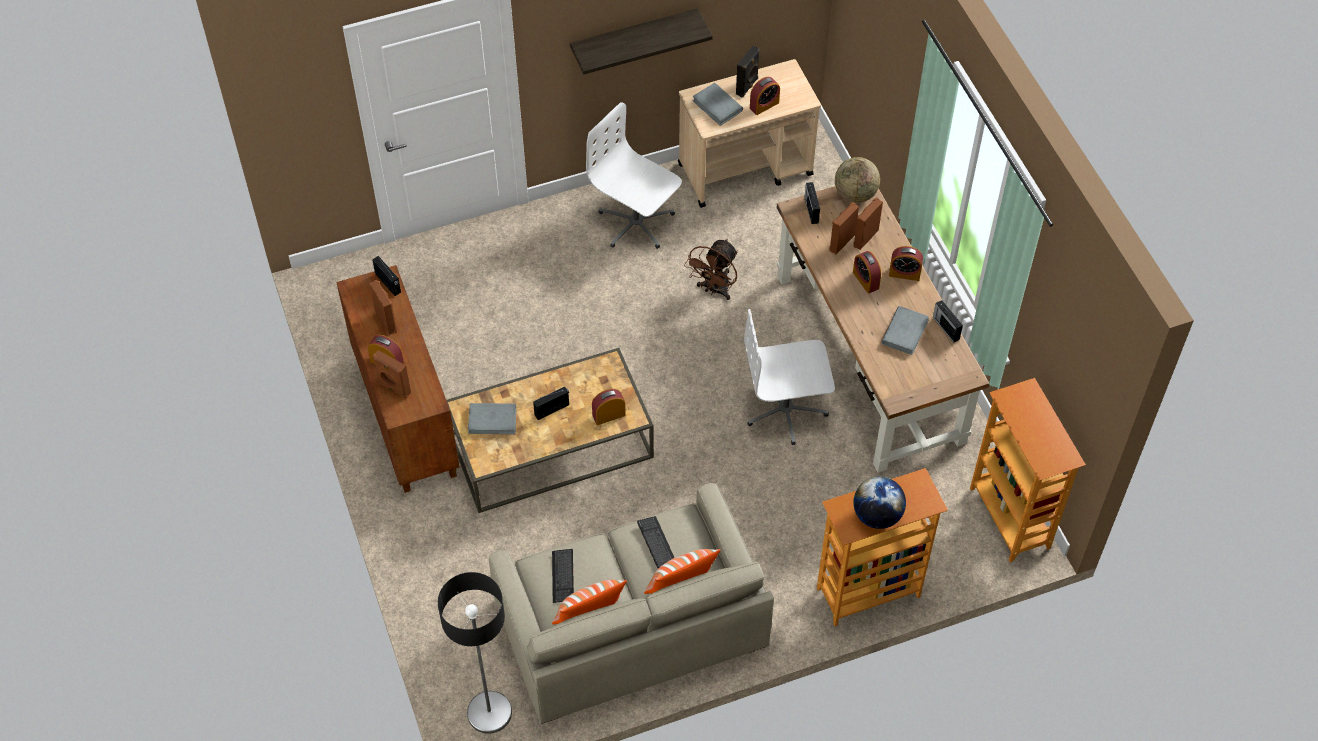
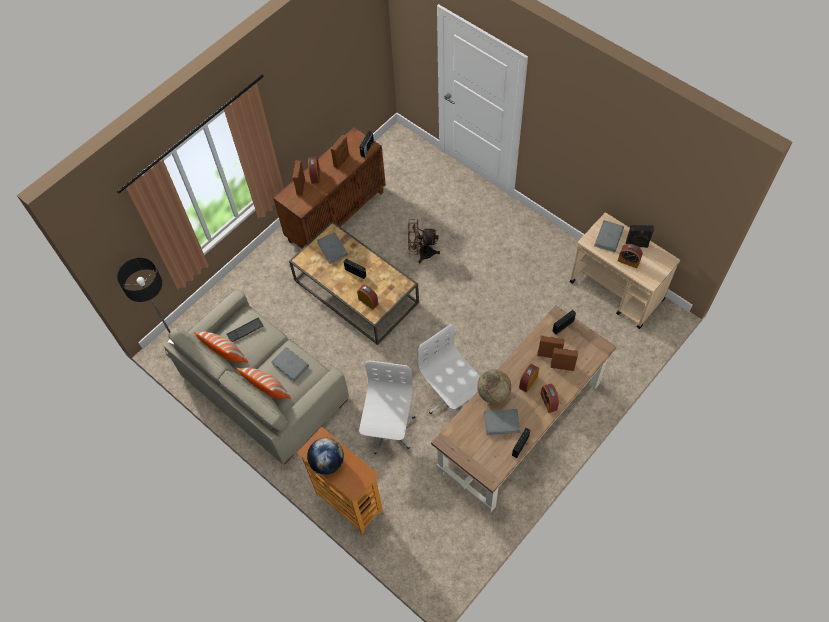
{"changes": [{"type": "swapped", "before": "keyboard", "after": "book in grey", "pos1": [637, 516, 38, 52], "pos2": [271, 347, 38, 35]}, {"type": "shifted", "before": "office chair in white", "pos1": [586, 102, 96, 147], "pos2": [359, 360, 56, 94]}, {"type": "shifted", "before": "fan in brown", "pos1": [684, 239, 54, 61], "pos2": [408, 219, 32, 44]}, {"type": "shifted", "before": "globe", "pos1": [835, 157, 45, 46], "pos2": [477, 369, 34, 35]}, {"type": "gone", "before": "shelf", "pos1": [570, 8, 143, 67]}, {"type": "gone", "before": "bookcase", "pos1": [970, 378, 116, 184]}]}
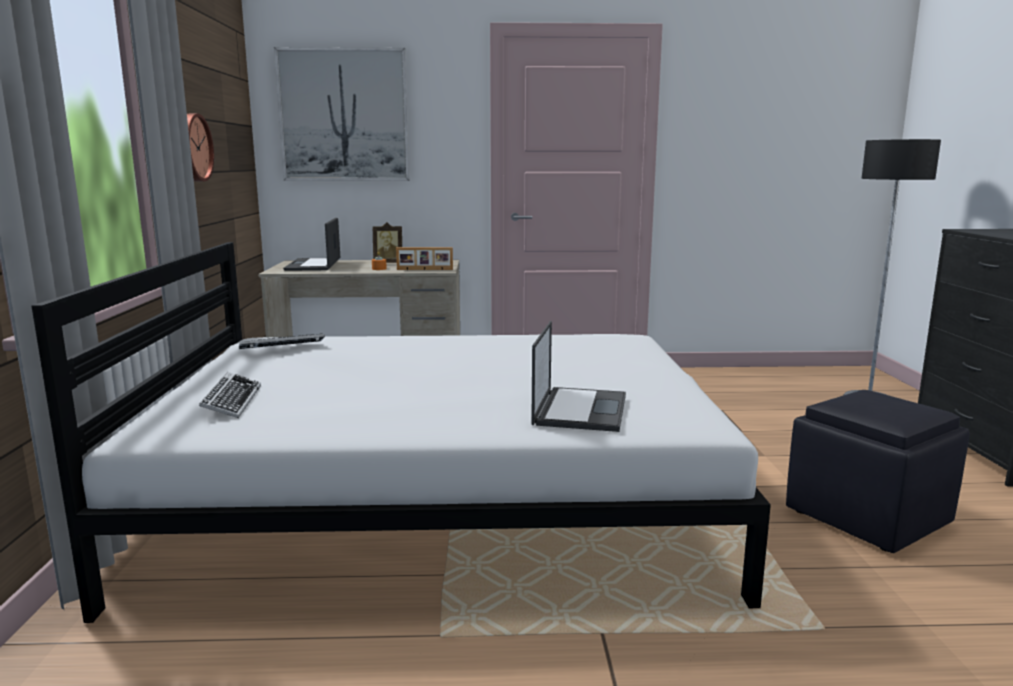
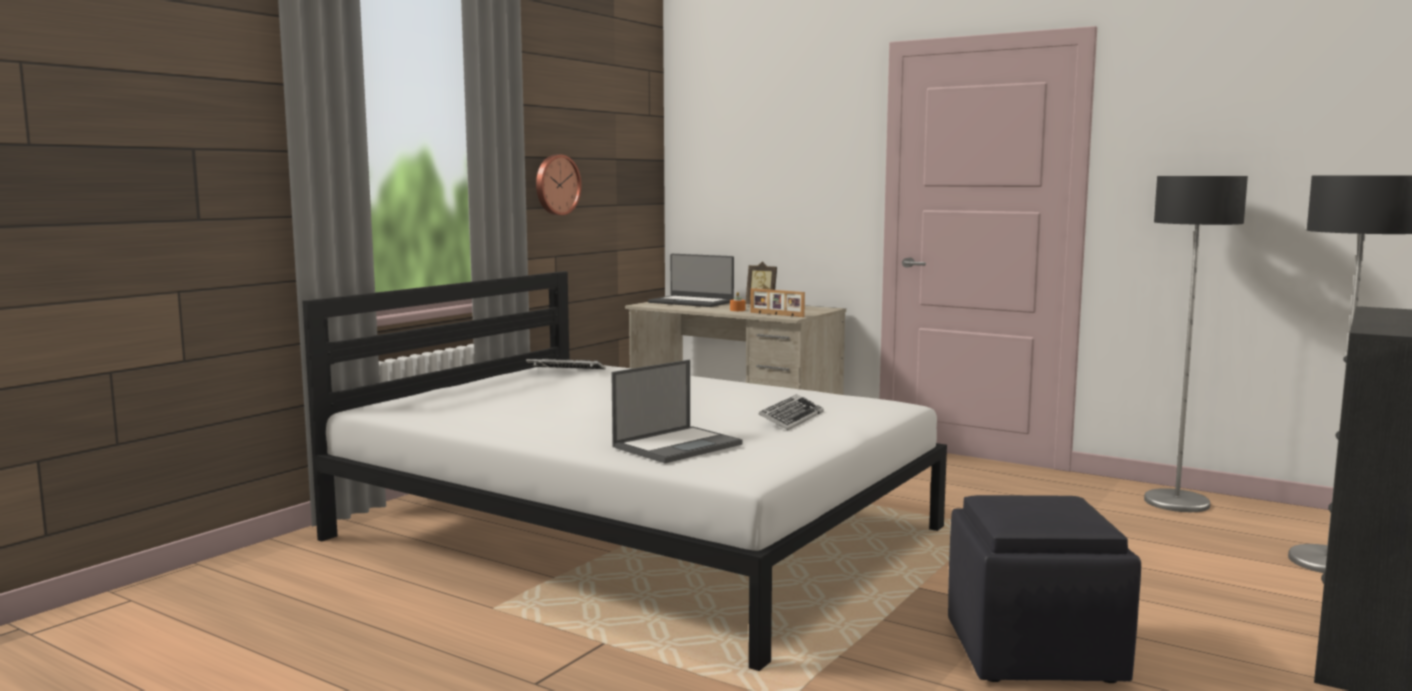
{"changes": [{"type": "rotated", "before": "laptop", "pos1": [283, 218, 57, 53], "pos2": [648, 254, 86, 53], "turn": -90}, {"type": "shifted", "before": "keyboard", "pos1": [199, 372, 62, 46], "pos2": [759, 394, 65, 36]}, {"type": "new", "after": "floor lamp", "pos2": [1144, 176, 104, 336]}, {"type": "gone", "before": "picture", "pos1": [274, 47, 136, 134]}]}
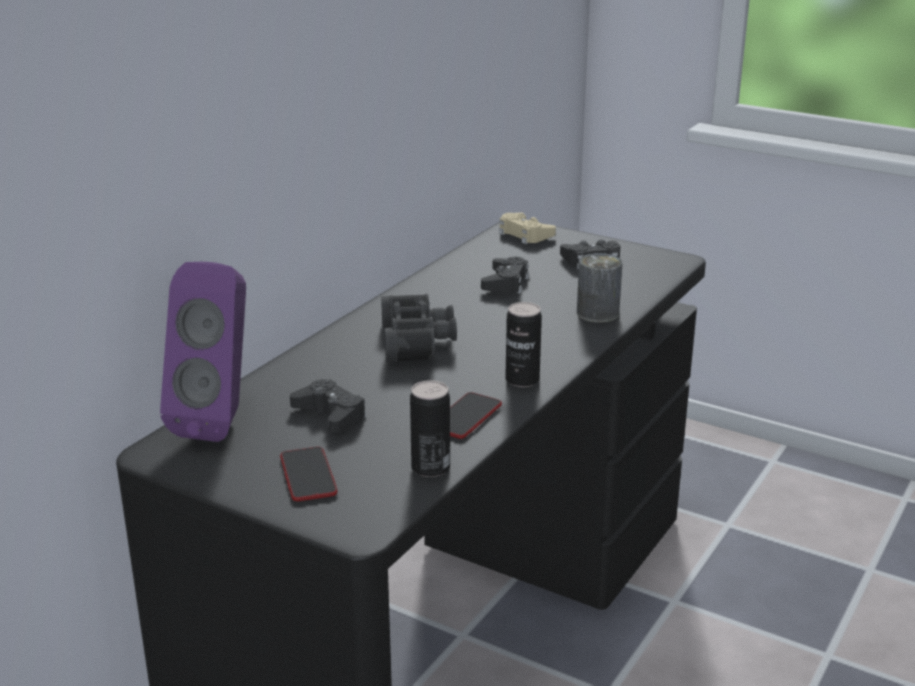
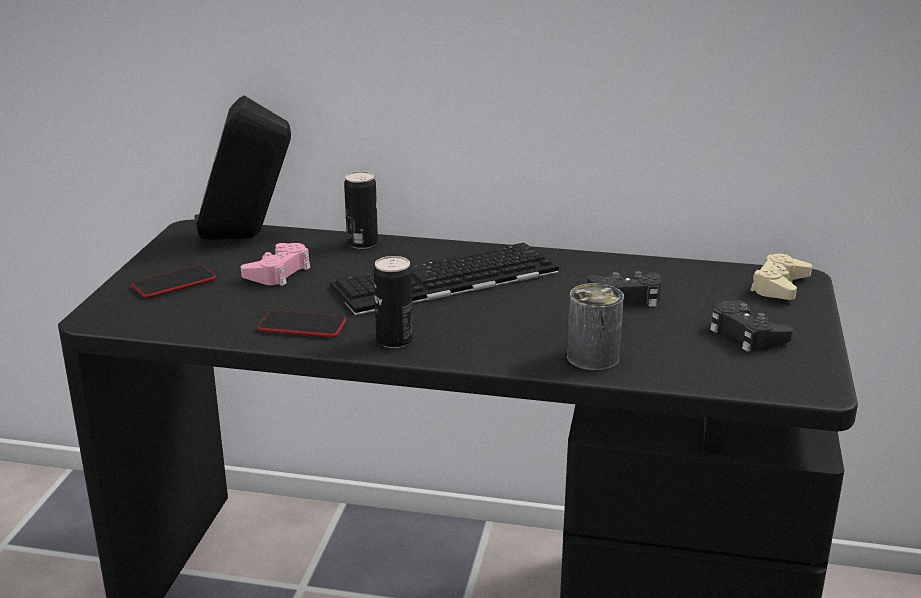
{"changes": [{"type": "repainted", "before": "speaker in purple", "after": "speaker in black", "pos1": [160, 262, 86, 180], "pos2": [194, 95, 97, 145]}, {"type": "repainted", "before": "game controller in black", "after": "game controller in pink", "pos1": [290, 379, 76, 53], "pos2": [241, 243, 70, 43]}, {"type": "swapped", "before": "binoculars in black", "after": "keyboard", "pos1": [381, 294, 76, 69], "pos2": [330, 243, 229, 72]}, {"type": "shifted", "before": "can", "pos1": [410, 380, 40, 97], "pos2": [344, 171, 34, 78]}]}
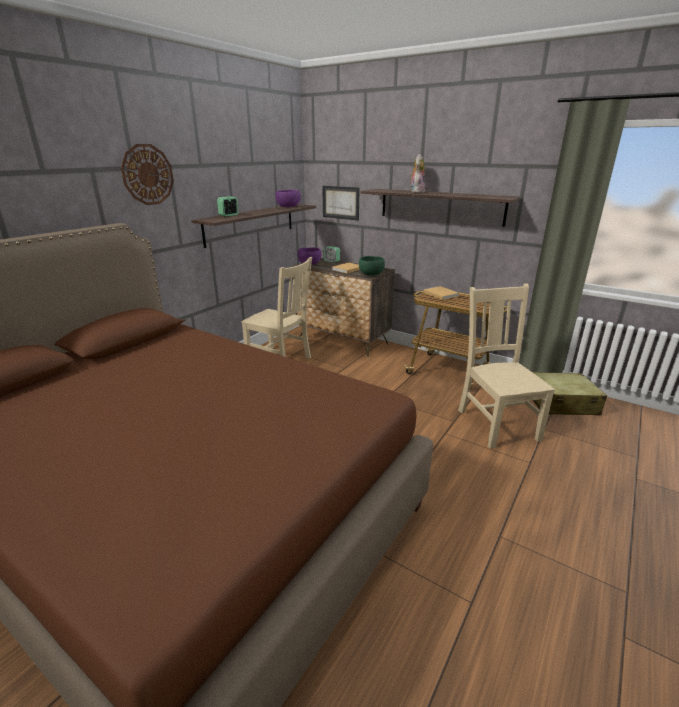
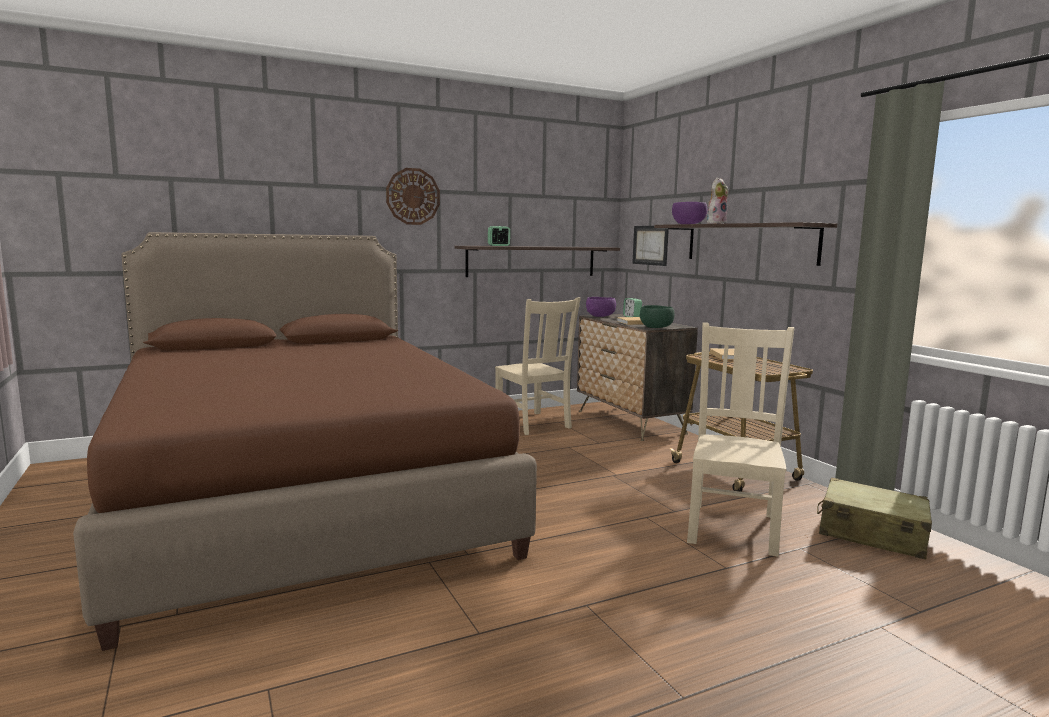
{"changes": [{"type": "shifted", "before": "bowl in purple", "pos1": [275, 190, 26, 17], "pos2": [672, 202, 35, 22]}]}
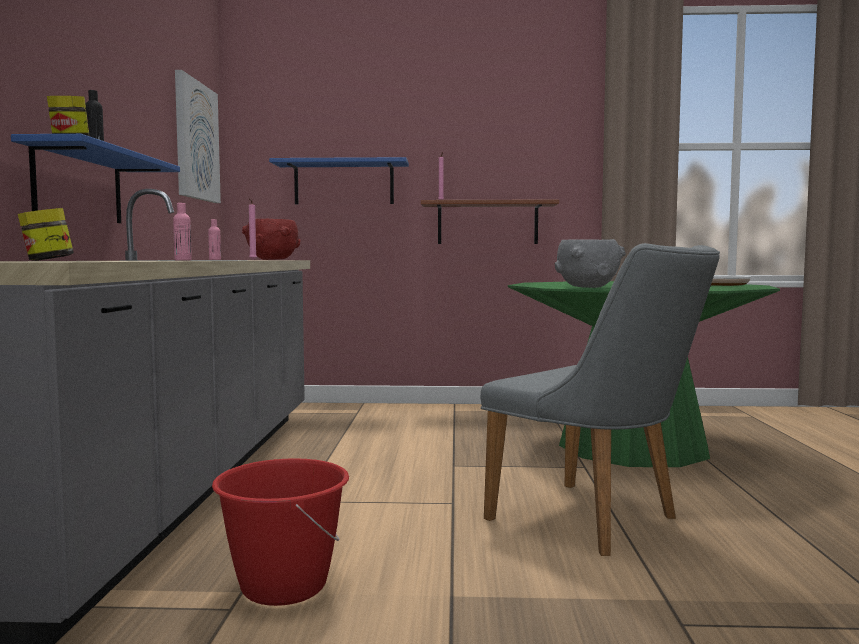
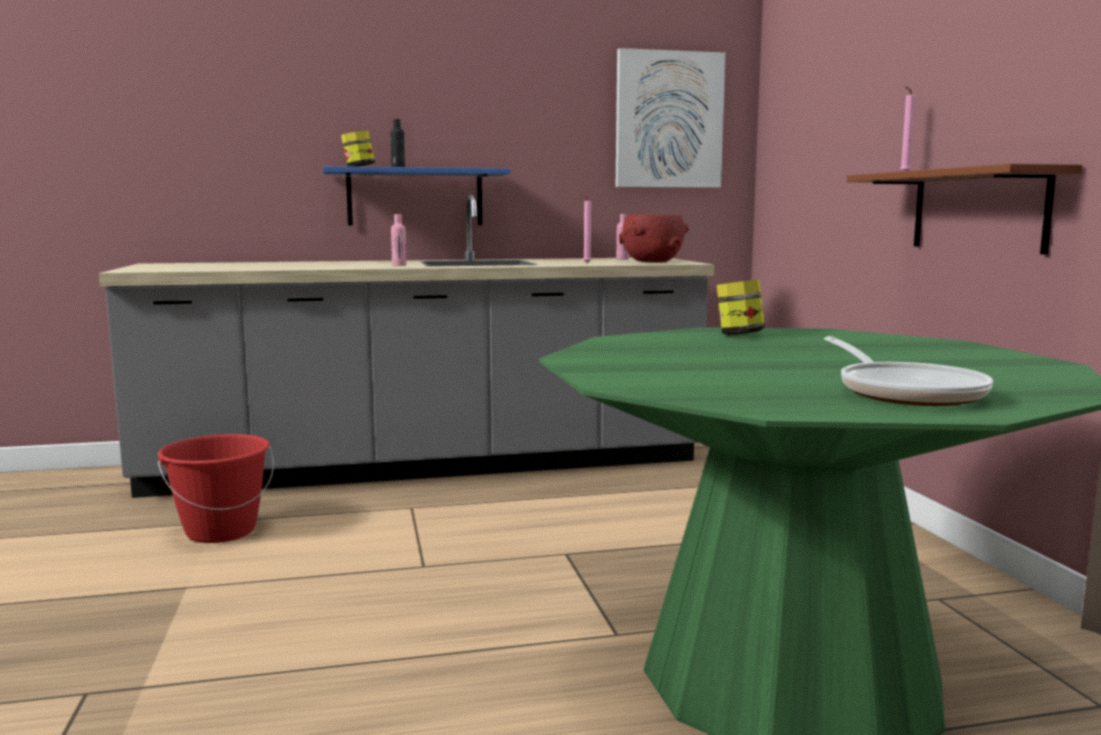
{"changes": [{"type": "shifted", "before": "jar", "pos1": [18, 208, 56, 53], "pos2": [717, 279, 48, 56]}, {"type": "gone", "before": "shelf in blue", "pos1": [269, 157, 140, 47]}, {"type": "gone", "before": "chair in grey", "pos1": [481, 243, 239, 313]}, {"type": "gone", "before": "bowl in grey", "pos1": [555, 239, 71, 49]}]}
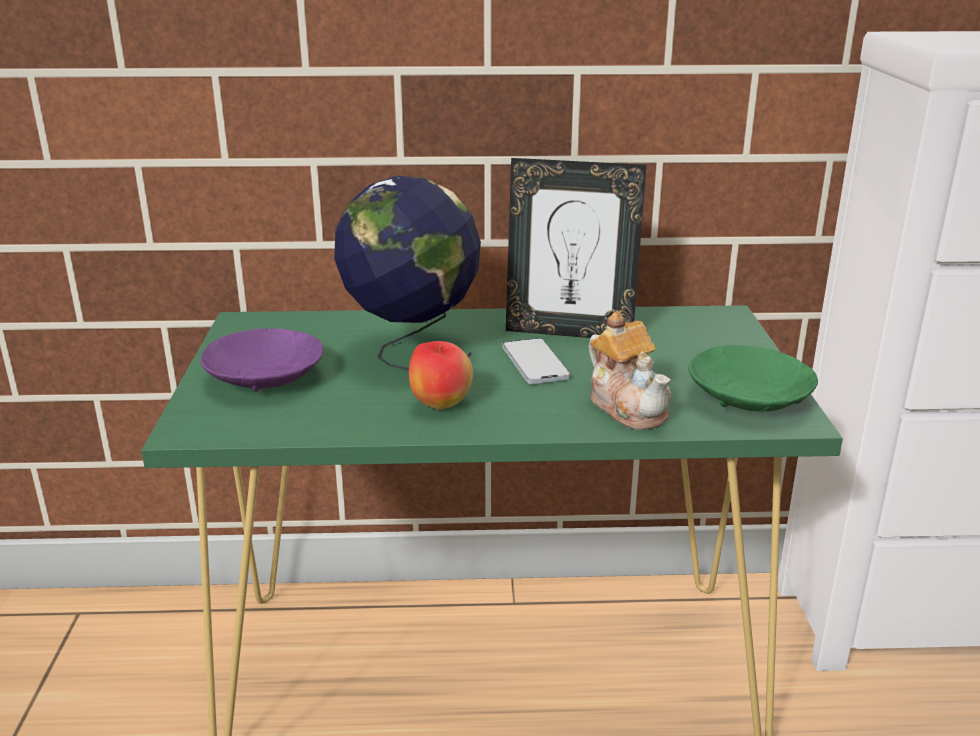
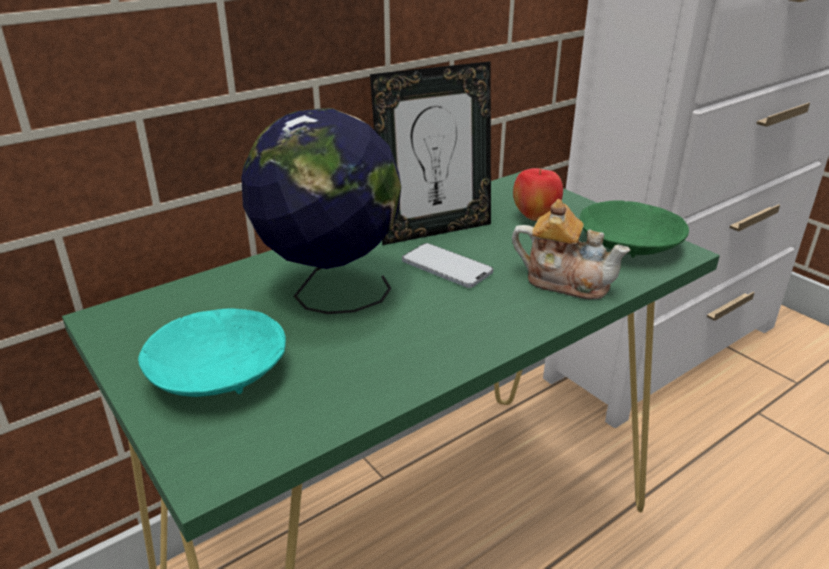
{"changes": [{"type": "repainted", "before": "bowl in purple", "after": "bowl in turquoise", "pos1": [201, 328, 122, 64], "pos2": [138, 308, 148, 89]}, {"type": "shifted", "before": "apple", "pos1": [409, 341, 64, 69], "pos2": [513, 168, 50, 53]}]}
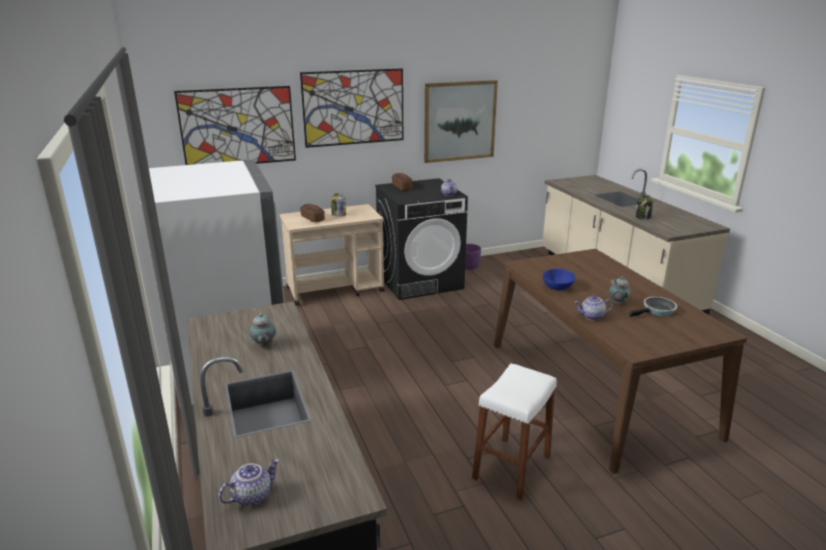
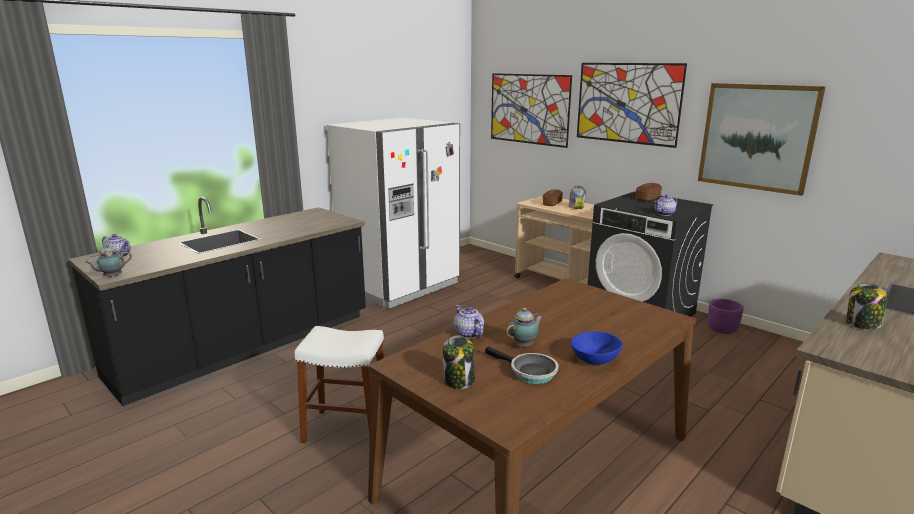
{"changes": [{"type": "shifted", "before": "teapot", "pos1": [250, 313, 26, 34], "pos2": [85, 244, 47, 34]}, {"type": "new", "after": "jar", "pos2": [443, 335, 32, 54]}, {"type": "shifted", "before": "bowl in blue", "pos1": [543, 269, 32, 21], "pos2": [571, 331, 52, 34]}]}
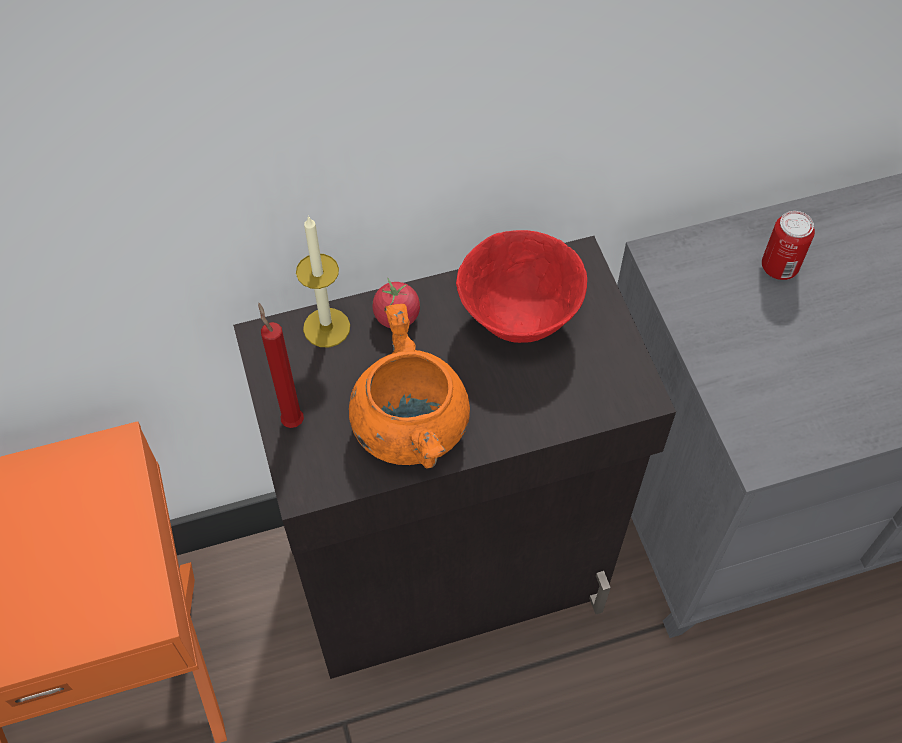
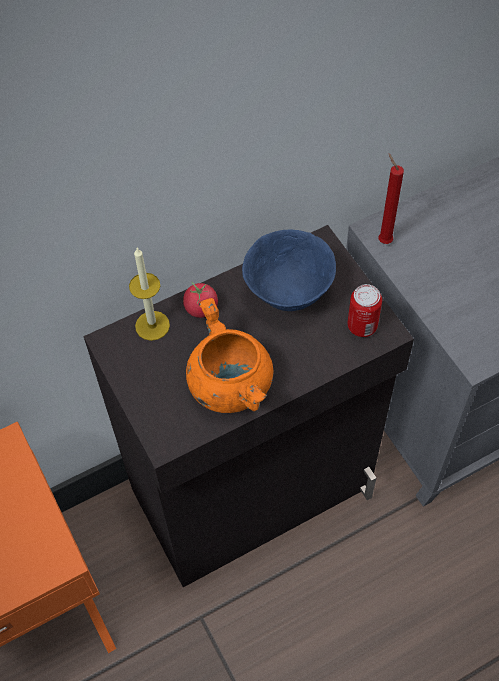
{"changes": [{"type": "repainted", "before": "bowl in red", "after": "bowl in blue", "pos1": [456, 230, 131, 113], "pos2": [242, 230, 94, 81]}, {"type": "shifted", "before": "can", "pos1": [762, 211, 53, 69], "pos2": [348, 284, 34, 53]}, {"type": "shifted", "before": "candle in red", "pos1": [258, 303, 46, 125], "pos2": [378, 153, 26, 91]}]}
